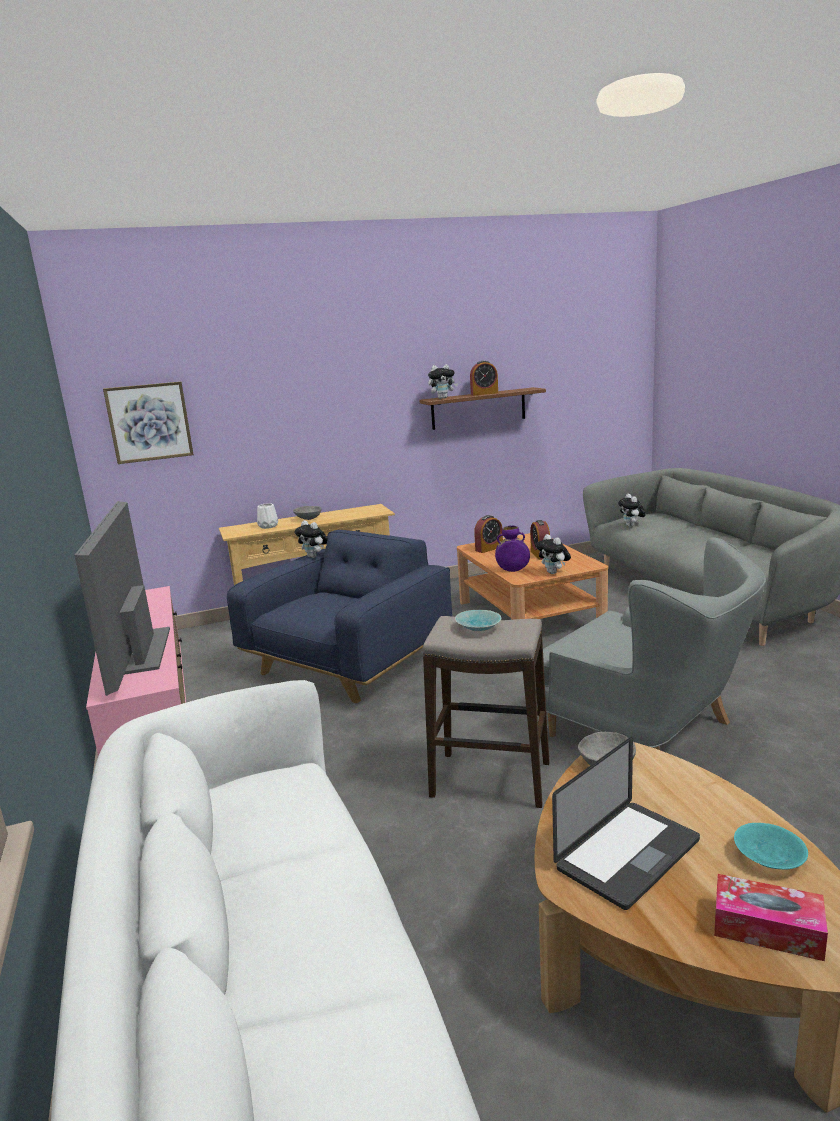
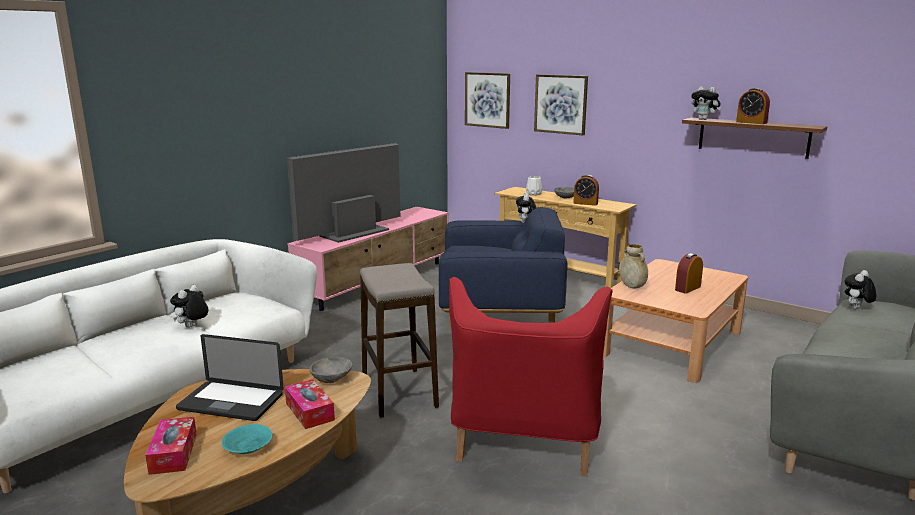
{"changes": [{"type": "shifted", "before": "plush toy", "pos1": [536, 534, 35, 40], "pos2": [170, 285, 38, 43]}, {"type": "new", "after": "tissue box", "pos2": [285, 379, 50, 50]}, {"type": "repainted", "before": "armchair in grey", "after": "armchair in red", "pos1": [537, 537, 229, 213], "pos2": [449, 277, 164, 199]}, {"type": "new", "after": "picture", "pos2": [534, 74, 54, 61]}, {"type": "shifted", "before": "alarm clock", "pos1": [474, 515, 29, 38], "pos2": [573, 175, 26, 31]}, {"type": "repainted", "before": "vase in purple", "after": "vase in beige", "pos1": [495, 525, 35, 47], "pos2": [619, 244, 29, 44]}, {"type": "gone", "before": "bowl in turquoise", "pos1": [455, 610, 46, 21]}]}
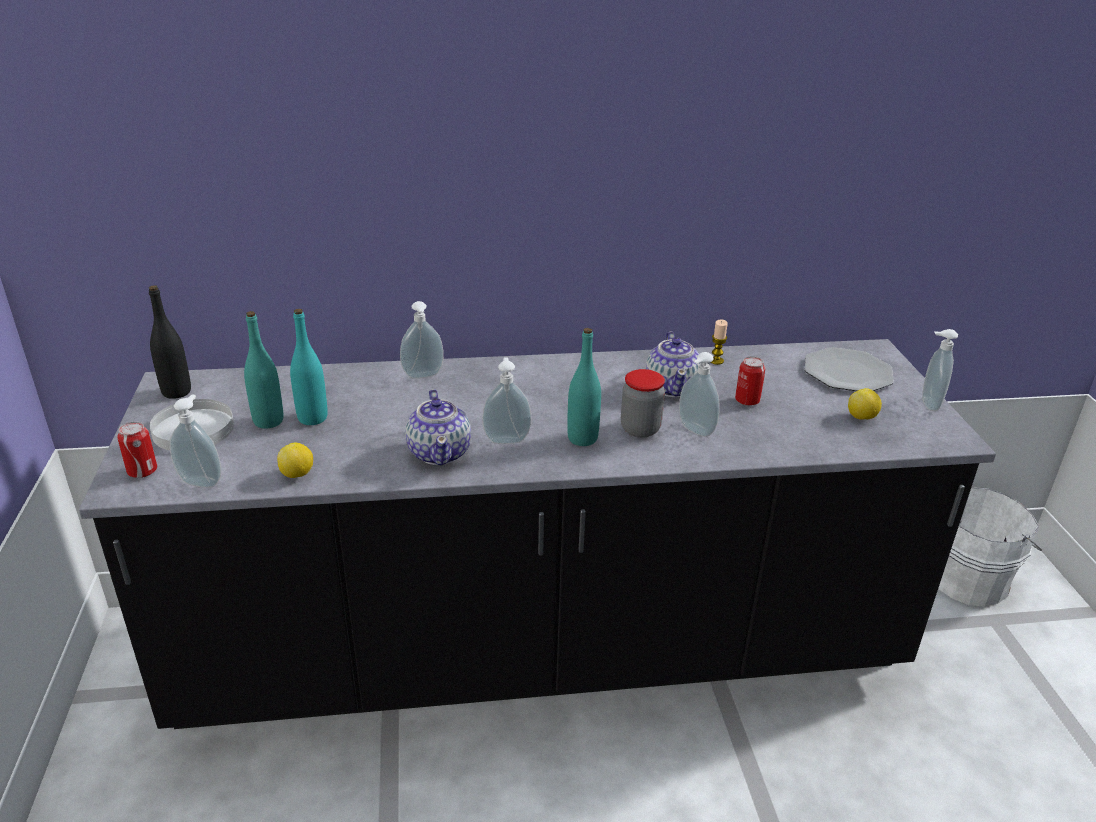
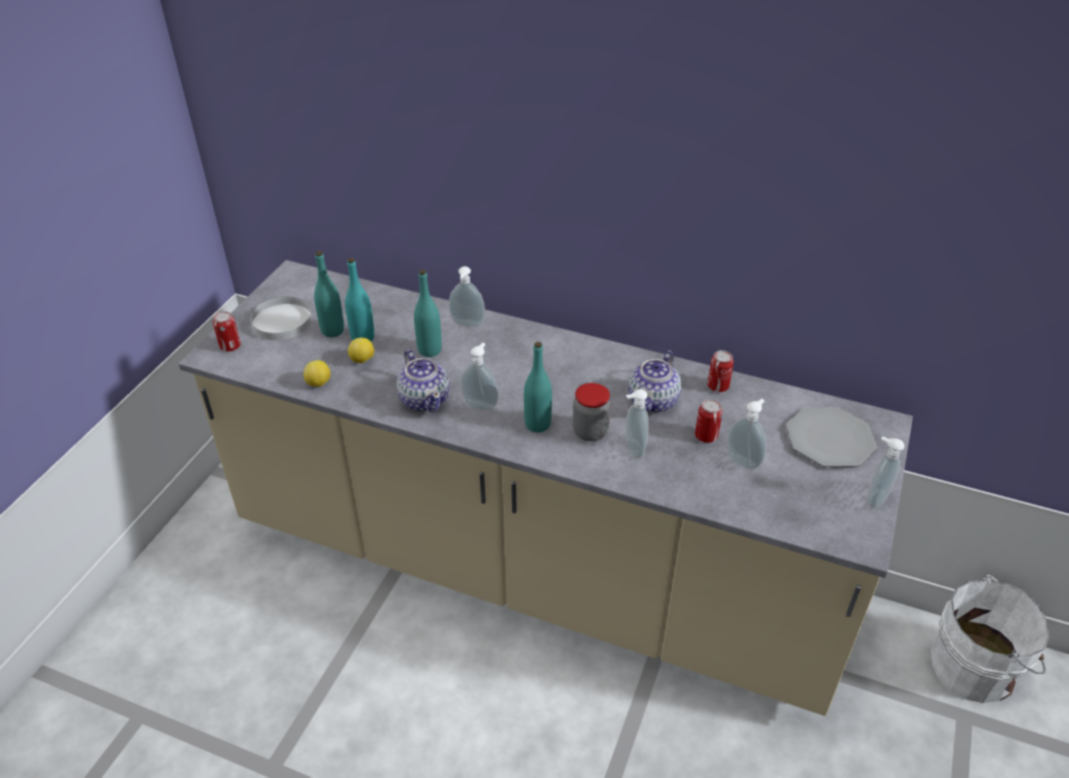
{"changes": [{"type": "repainted", "before": "counter in black", "after": "counter in beige", "pos1": [79, 339, 917, 390], "pos2": [178, 260, 735, 456]}, {"type": "shifted", "before": "lemon", "pos1": [848, 388, 34, 32], "pos2": [348, 337, 26, 26]}, {"type": "rotated", "before": "teapot", "pos1": [405, 389, 66, 77], "pos2": [396, 350, 54, 62], "turn": -45}, {"type": "new", "after": "bottle in turquoise", "pos2": [414, 270, 28, 87]}, {"type": "swapped", "before": "candle", "after": "can", "pos1": [711, 319, 17, 46], "pos2": [707, 350, 27, 42]}, {"type": "shifted", "before": "soap dispenser", "pos1": [170, 394, 51, 94], "pos2": [727, 399, 39, 71]}, {"type": "gone", "before": "bottle in black", "pos1": [149, 285, 42, 114]}]}
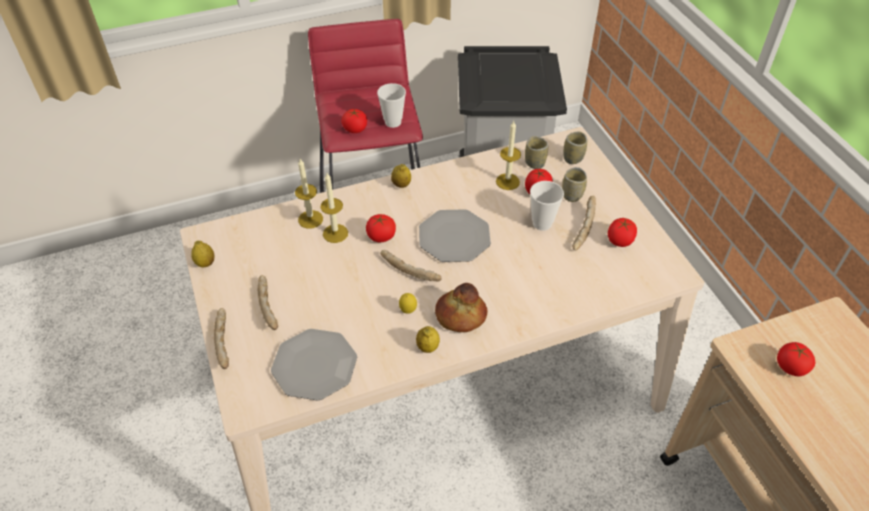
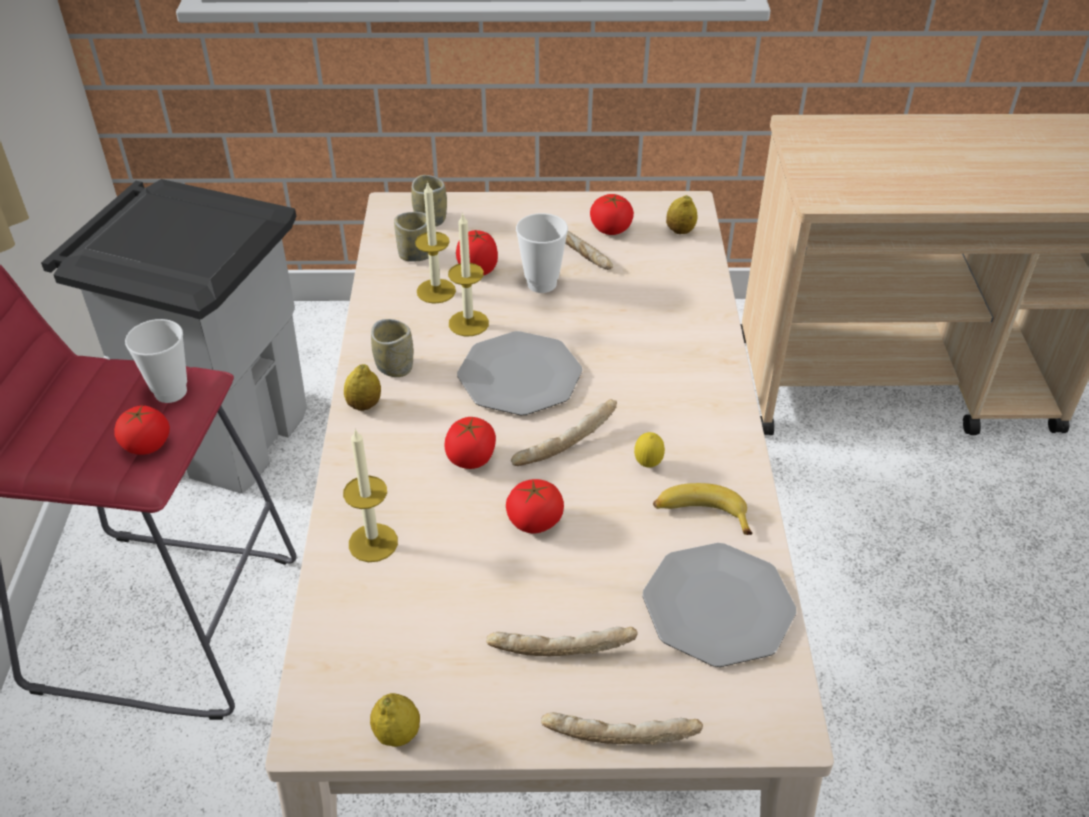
{"changes": [{"type": "shifted", "before": "cup", "pos1": [562, 167, 25, 35], "pos2": [371, 319, 42, 58]}, {"type": "shifted", "before": "candle", "pos1": [320, 173, 28, 70], "pos2": [448, 212, 41, 124]}, {"type": "shifted", "before": "tomato", "pos1": [777, 342, 38, 34], "pos2": [506, 479, 58, 54]}, {"type": "new", "after": "banana", "pos2": [653, 483, 99, 52]}, {"type": "shifted", "before": "lemon", "pos1": [416, 326, 24, 27], "pos2": [666, 195, 31, 39]}, {"type": "gone", "before": "bread", "pos1": [435, 283, 52, 49]}]}
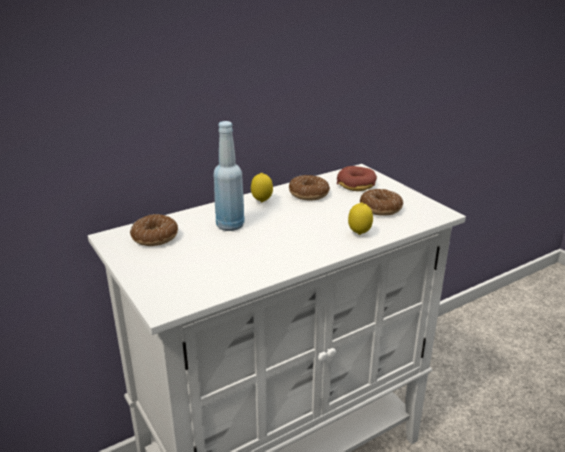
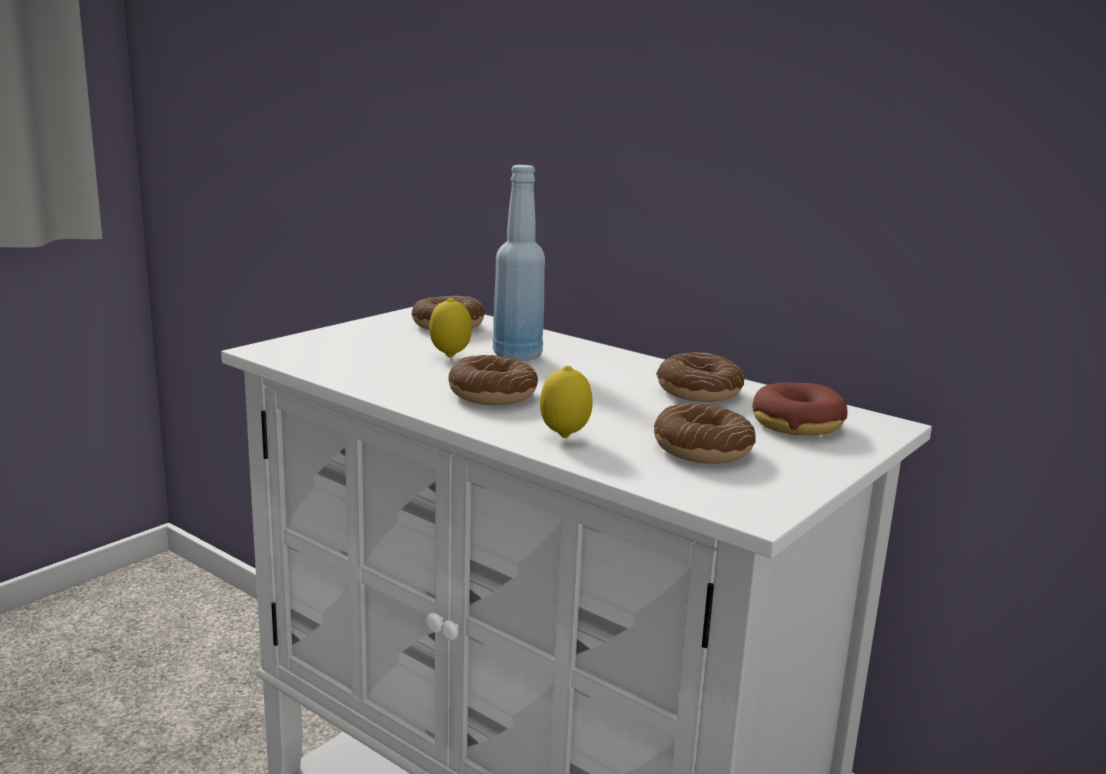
{"changes": [{"type": "shifted", "before": "lemon", "pos1": [251, 173, 22, 29], "pos2": [429, 298, 43, 59]}, {"type": "new", "after": "donut", "pos2": [448, 355, 90, 50]}]}
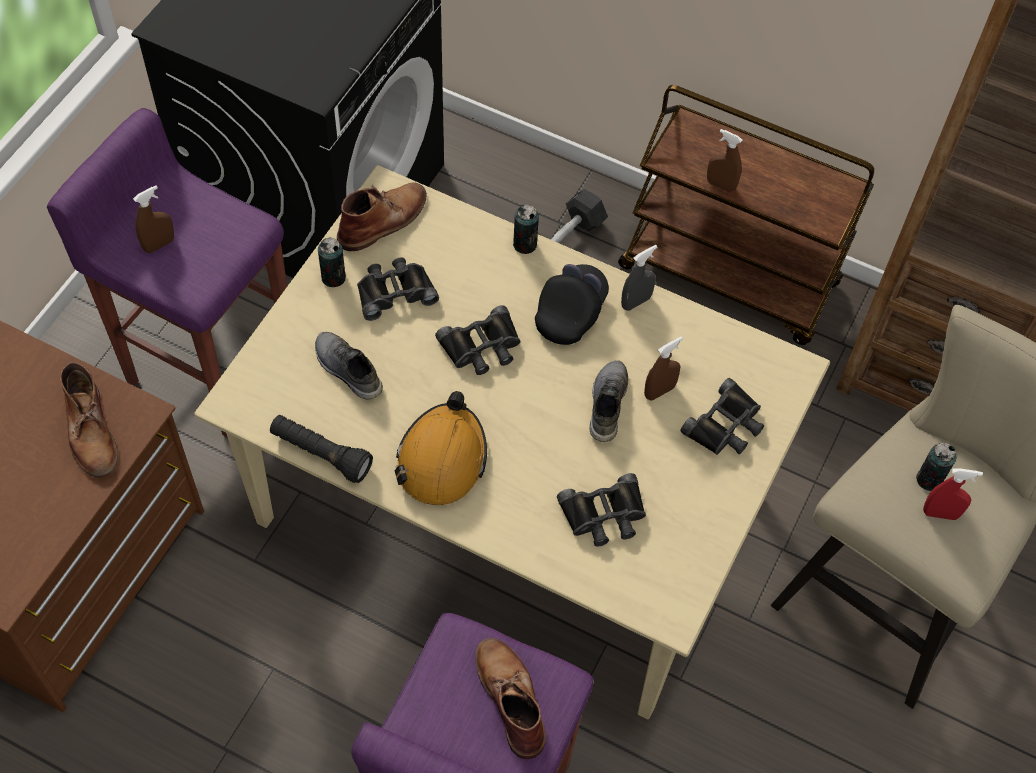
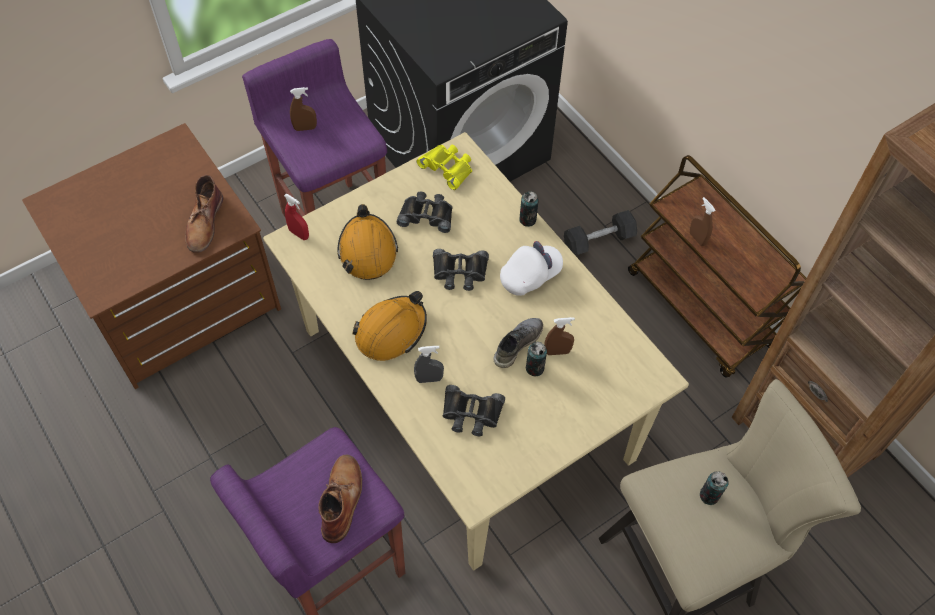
{"changes": [{"type": "shifted", "before": "spray bottle in red", "pos1": [923, 468, 60, 52], "pos2": [284, 194, 25, 46]}, {"type": "swapped", "before": "shoe in grey", "after": "hard hat in orange", "pos1": [315, 332, 68, 67], "pos2": [338, 204, 60, 76]}, {"type": "shifted", "before": "spray bottle in grey", "pos1": [621, 245, 37, 66], "pos2": [414, 346, 30, 37]}, {"type": "swapped", "before": "boot in brown", "after": "binoculars in yellow", "pos1": [337, 183, 90, 68], "pos2": [417, 145, 55, 45]}, {"type": "repainted", "before": "cap in black", "after": "cap in white", "pos1": [535, 264, 74, 81], "pos2": [500, 241, 63, 55]}, {"type": "shifted", "before": "can", "pos1": [318, 237, 28, 50], "pos2": [526, 342, 21, 34]}, {"type": "gone", "before": "flashlight in black", "pos1": [270, 415, 103, 68]}, {"type": "gone", "before": "binoculars in black", "pos1": [681, 378, 83, 77]}]}
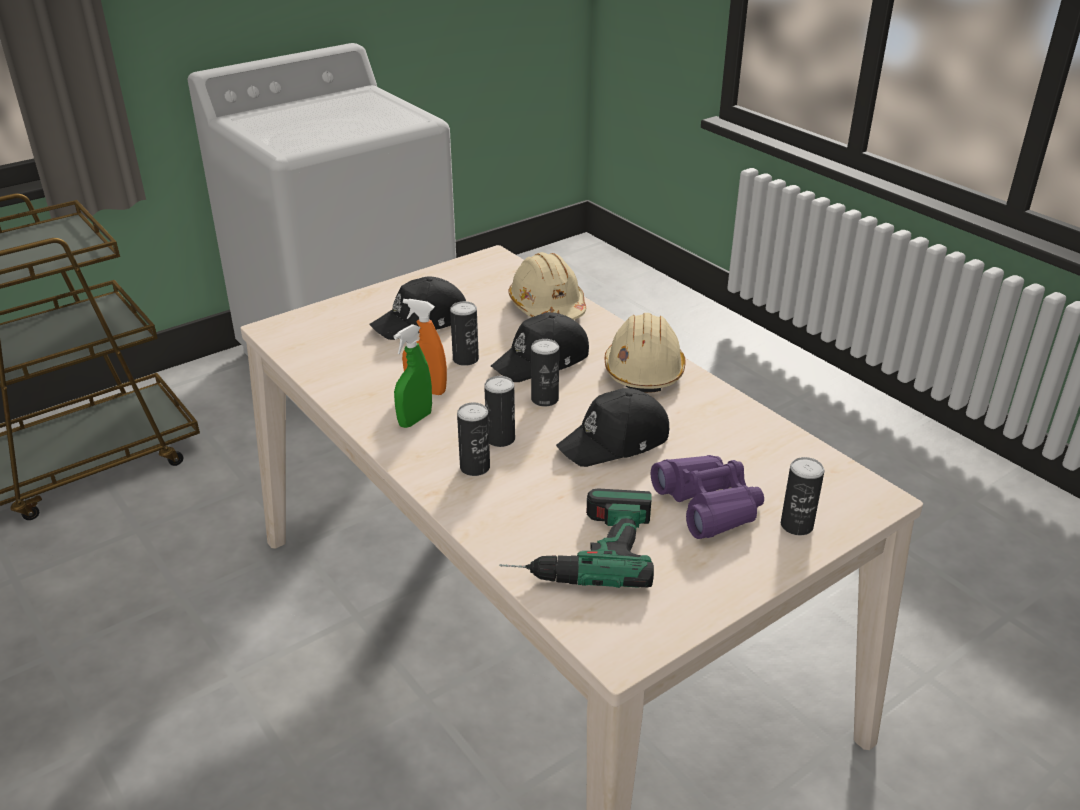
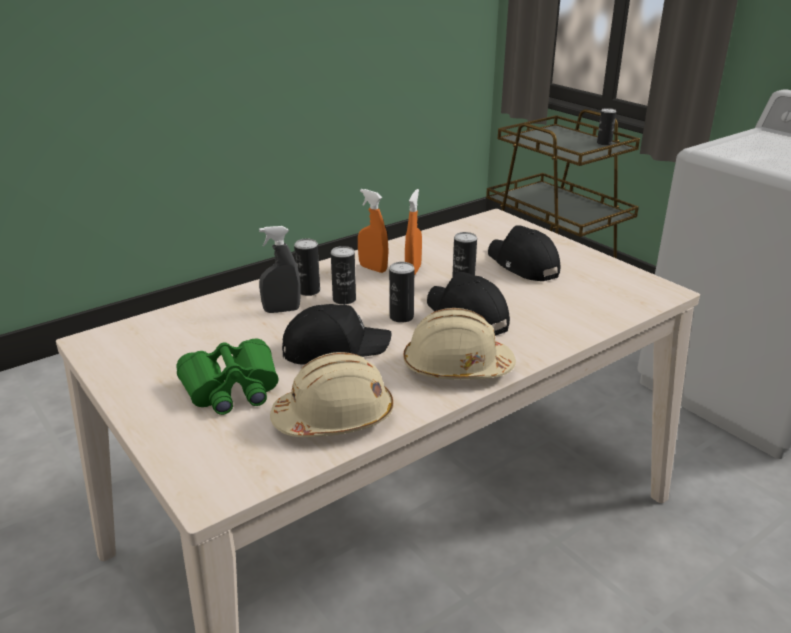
{"changes": [{"type": "repainted", "before": "binoculars in purple", "after": "binoculars in green", "pos1": [651, 455, 113, 84], "pos2": [176, 338, 103, 77]}, {"type": "new", "after": "spray bottle in grey", "pos2": [259, 226, 42, 87]}, {"type": "shifted", "before": "hard hat in beige", "pos1": [508, 252, 78, 68], "pos2": [270, 352, 124, 85]}, {"type": "rotated", "before": "cap in black", "pos1": [556, 388, 113, 79], "pos2": [282, 304, 109, 61], "turn": 105}, {"type": "repainted", "before": "spray bottle in green", "after": "spray bottle in orange", "pos1": [393, 324, 39, 104], "pos2": [358, 189, 31, 84]}, {"type": "shifted", "before": "can", "pos1": [781, 457, 43, 78], "pos2": [597, 108, 19, 38]}, {"type": "gone", "before": "power drill", "pos1": [499, 488, 155, 100]}]}
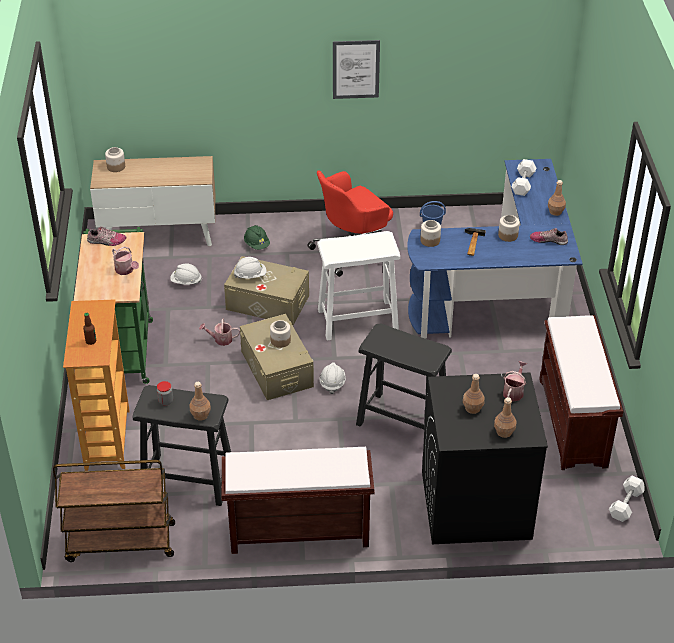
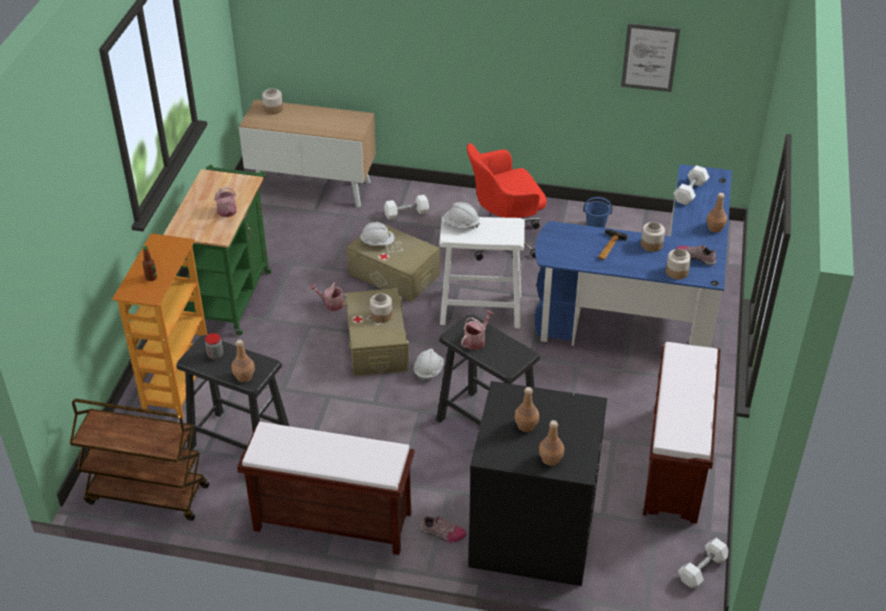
{"changes": [{"type": "swapped", "before": "hard hat in green", "after": "dumbbell in white", "pos1": [244, 225, 26, 25], "pos2": [384, 195, 45, 25]}, {"type": "shifted", "before": "shoe", "pos1": [87, 226, 39, 20], "pos2": [420, 515, 47, 28]}, {"type": "shifted", "before": "hard hat in white", "pos1": [170, 263, 32, 22], "pos2": [443, 202, 37, 26]}, {"type": "shifted", "before": "watering can", "pos1": [503, 361, 24, 40], "pos2": [461, 310, 33, 40]}, {"type": "shifted", "before": "picture", "pos1": [333, 40, 47, 59], "pos2": [621, 23, 59, 69]}, {"type": "shifted", "before": "jar", "pos1": [420, 220, 21, 27], "pos2": [666, 249, 25, 30]}]}
